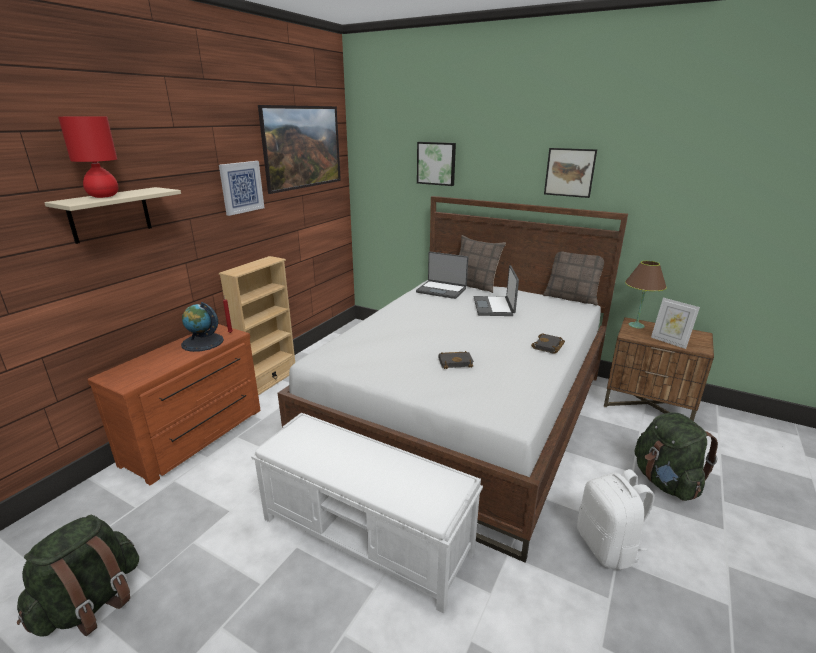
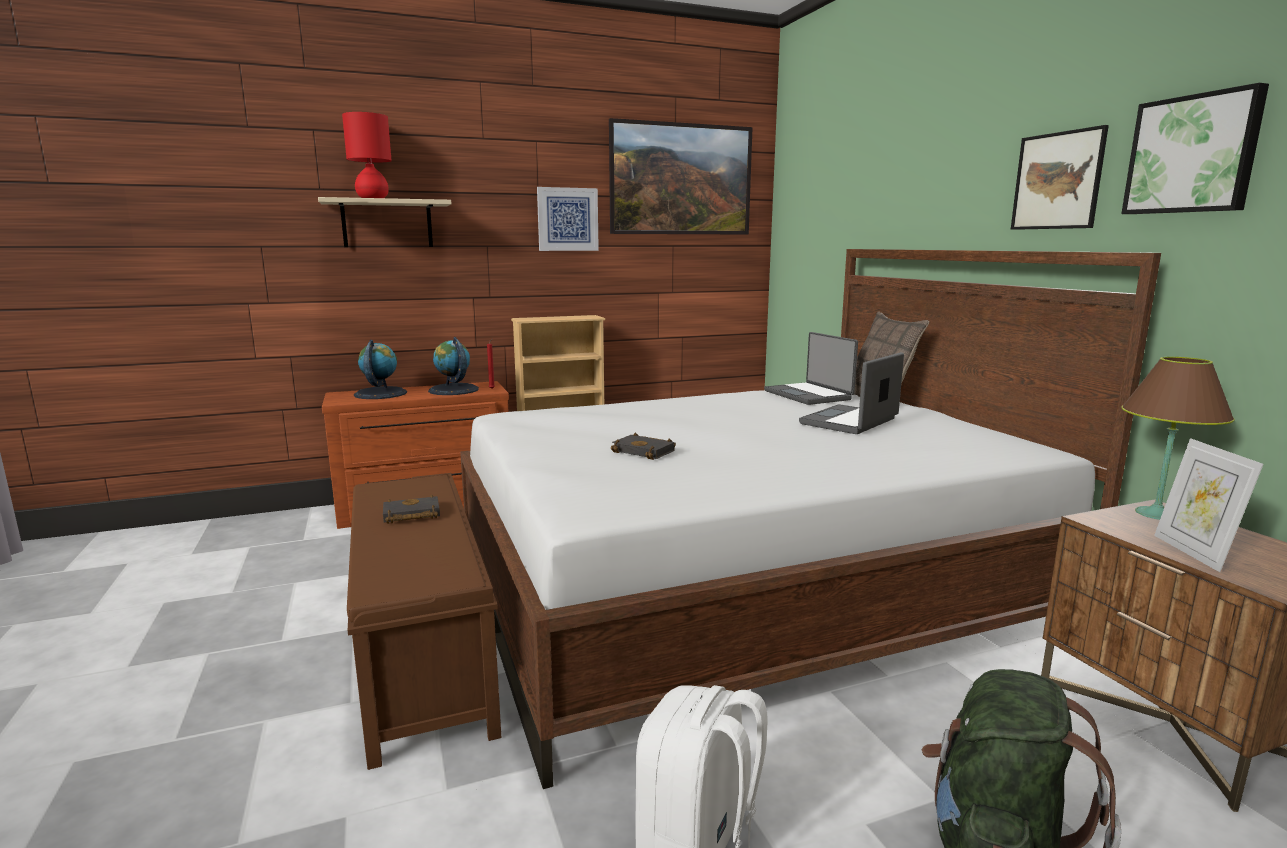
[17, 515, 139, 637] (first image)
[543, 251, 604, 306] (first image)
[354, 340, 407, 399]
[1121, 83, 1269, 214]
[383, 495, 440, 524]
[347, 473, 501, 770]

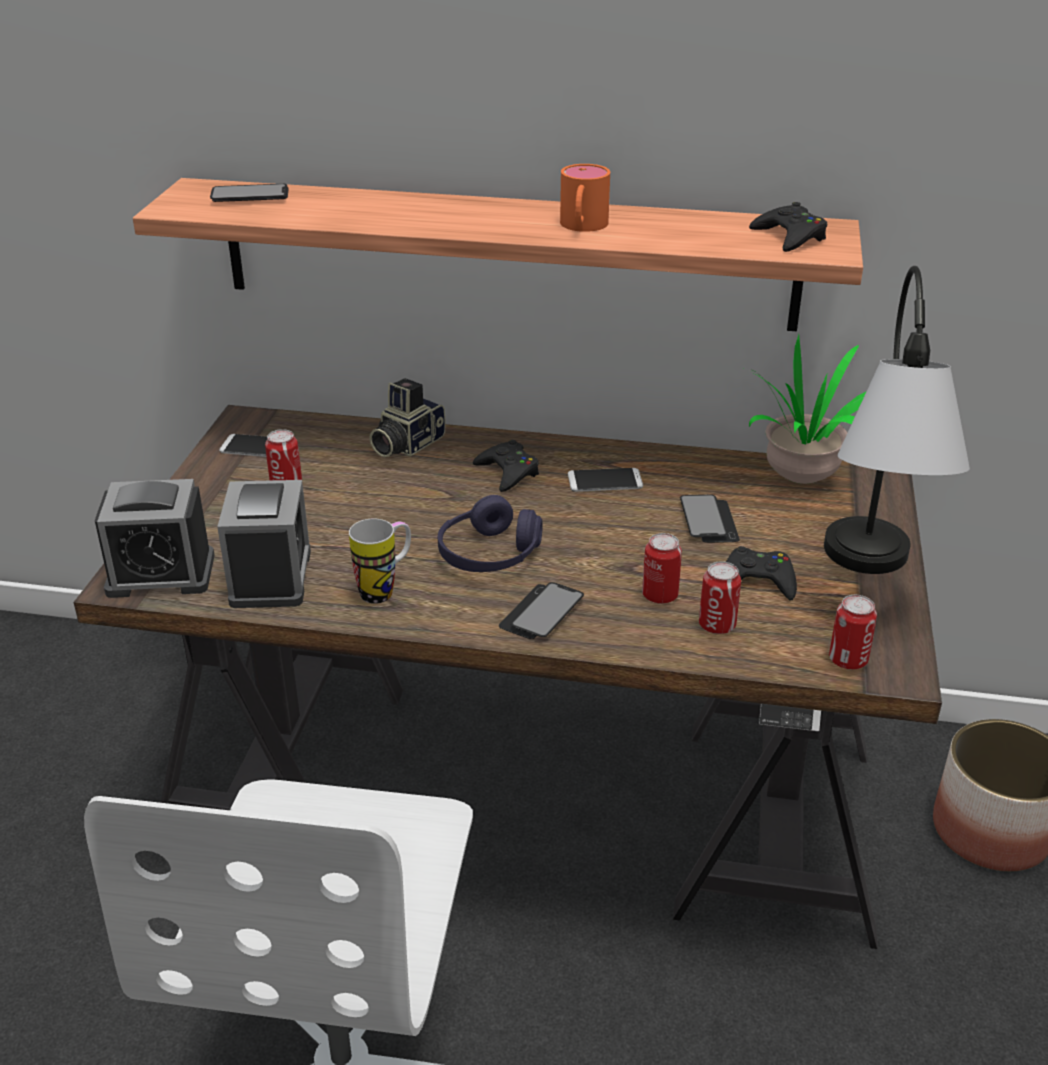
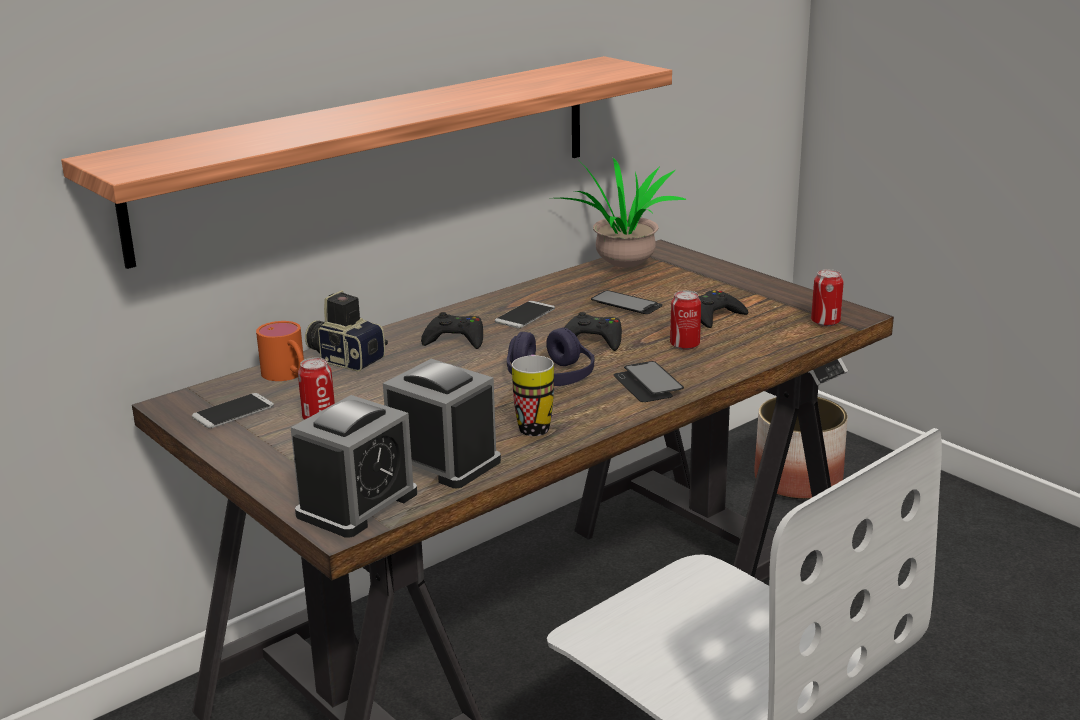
[210, 184, 289, 202] (first image)
[699, 561, 741, 634] (first image)
[824, 266, 970, 574] (first image)
[256, 321, 304, 381]
[564, 312, 622, 351]
[305, 290, 388, 372]

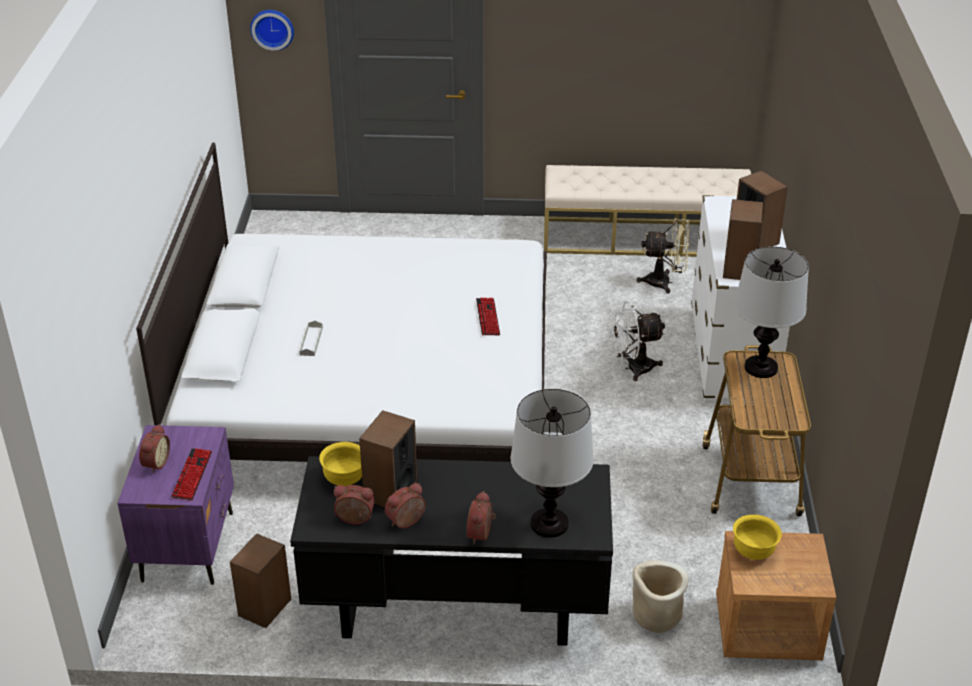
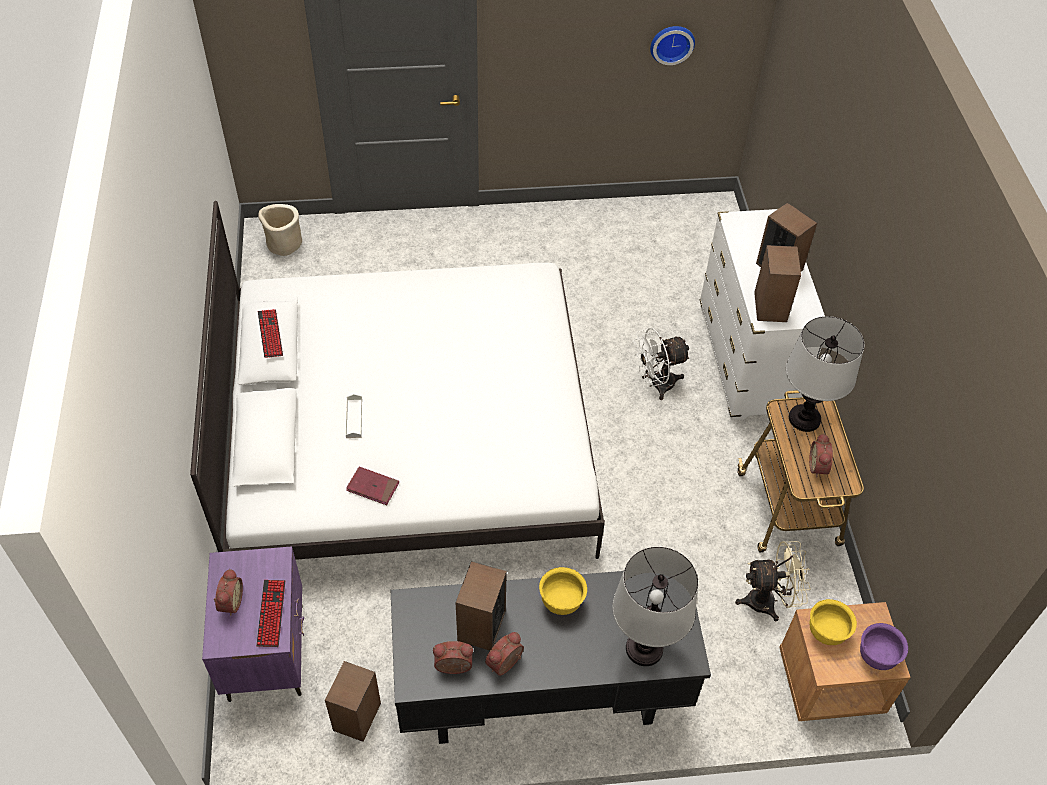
[544, 165, 751, 257] (first image)
[346, 466, 399, 505]
[860, 623, 908, 670]
[650, 26, 695, 65]
[539, 567, 587, 615]
[809, 433, 833, 478]
[258, 309, 283, 358]
[258, 204, 302, 256]
[735, 541, 811, 621]

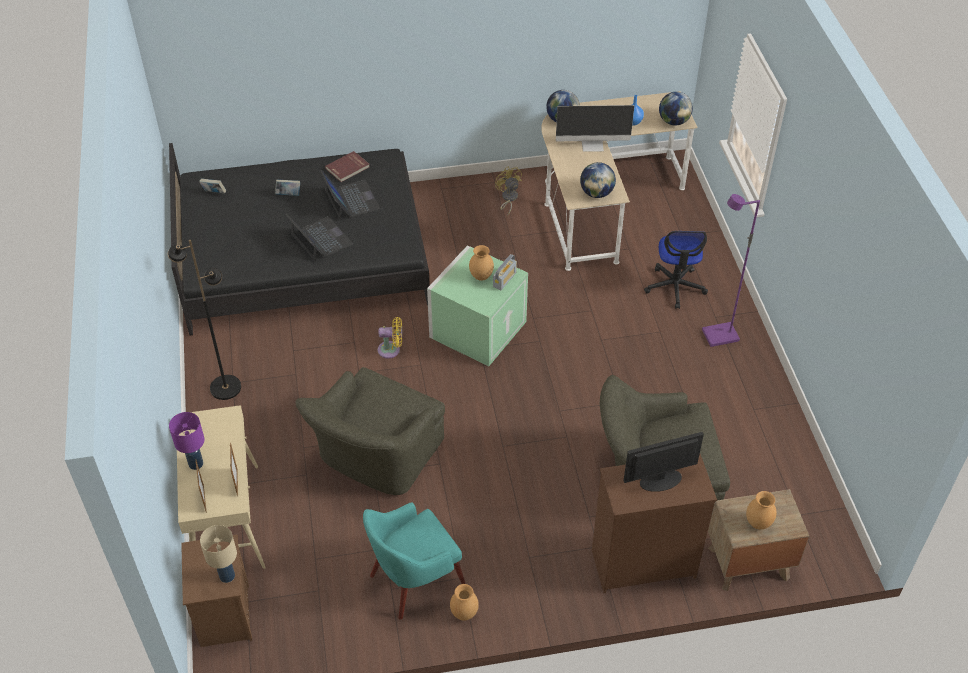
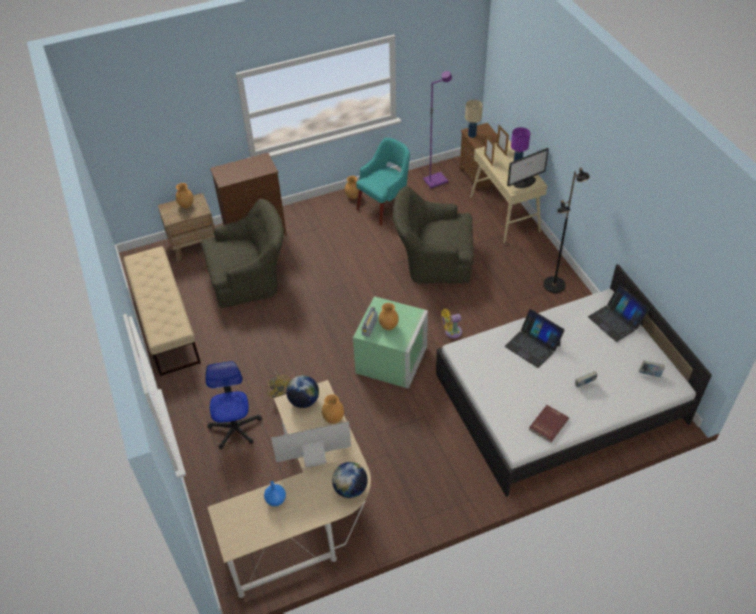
[659, 92, 693, 126] (first image)
[123, 246, 201, 376]
[322, 394, 344, 424]
[588, 285, 650, 342]
[267, 370, 291, 398]
[507, 148, 549, 188]
[423, 71, 452, 188]
[436, 264, 712, 497]
[393, 186, 473, 284]

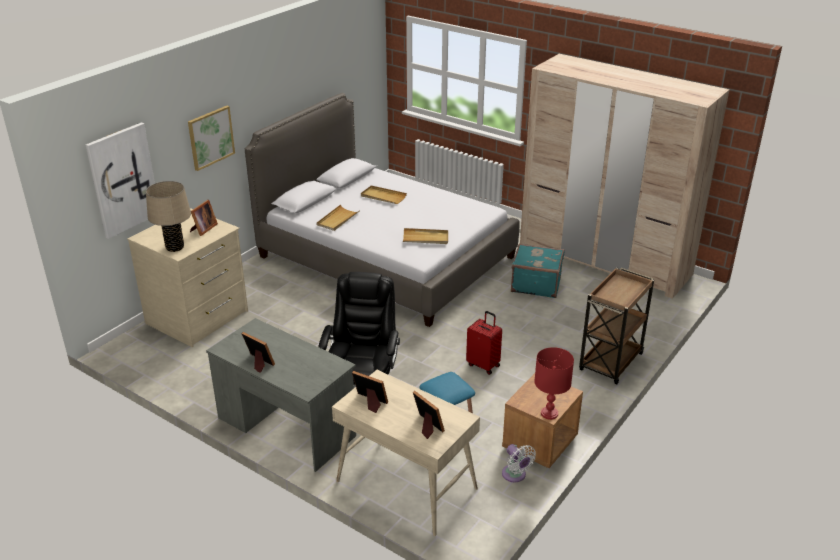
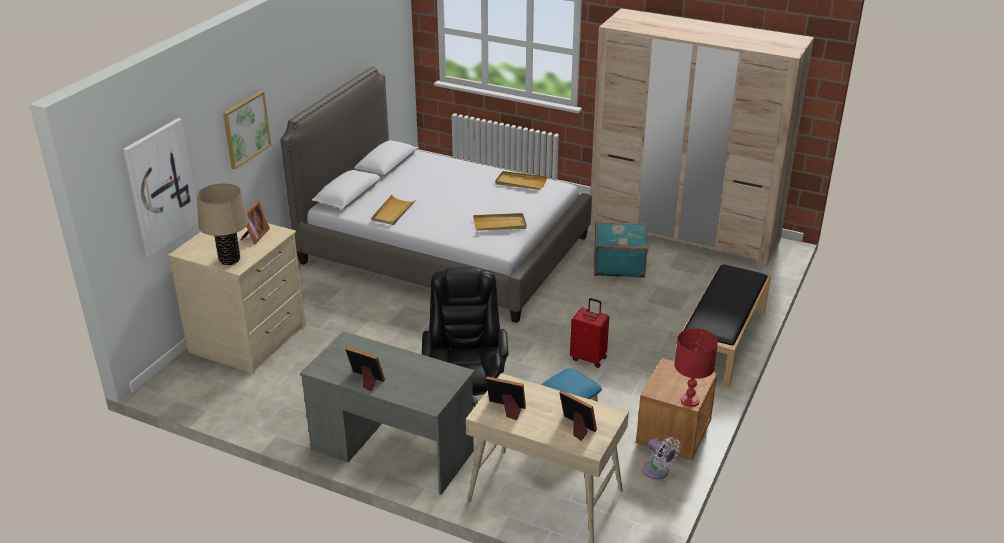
[495, 171, 547, 190]
[682, 264, 771, 388]

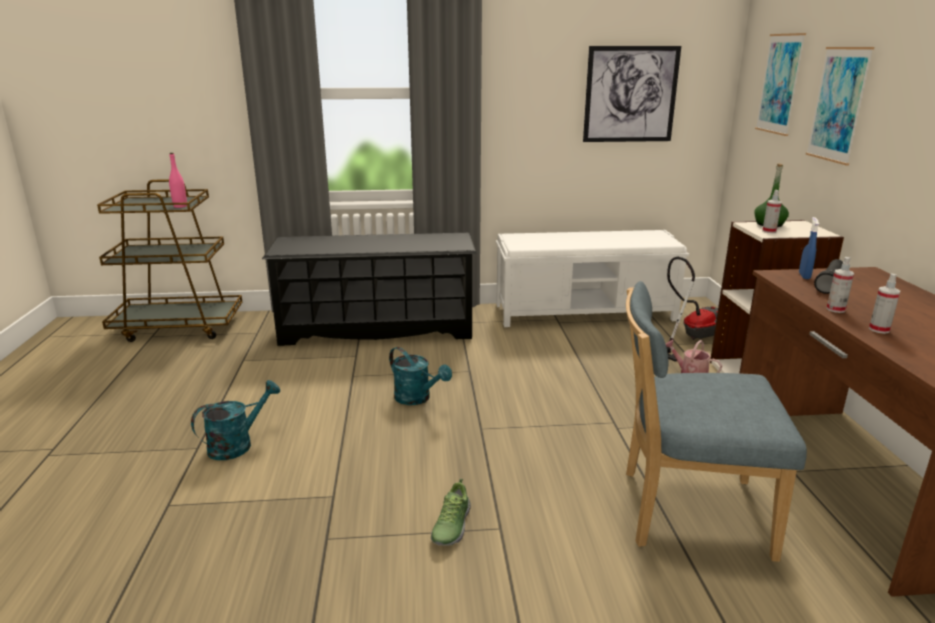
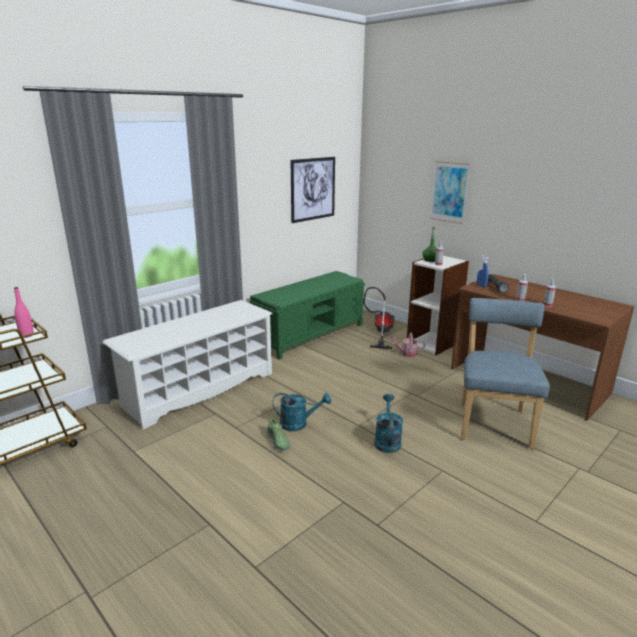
[755, 33, 806, 136] (first image)
[375, 394, 403, 453]
[266, 417, 290, 451]
[102, 300, 273, 430]
[249, 271, 365, 360]
[461, 298, 550, 449]

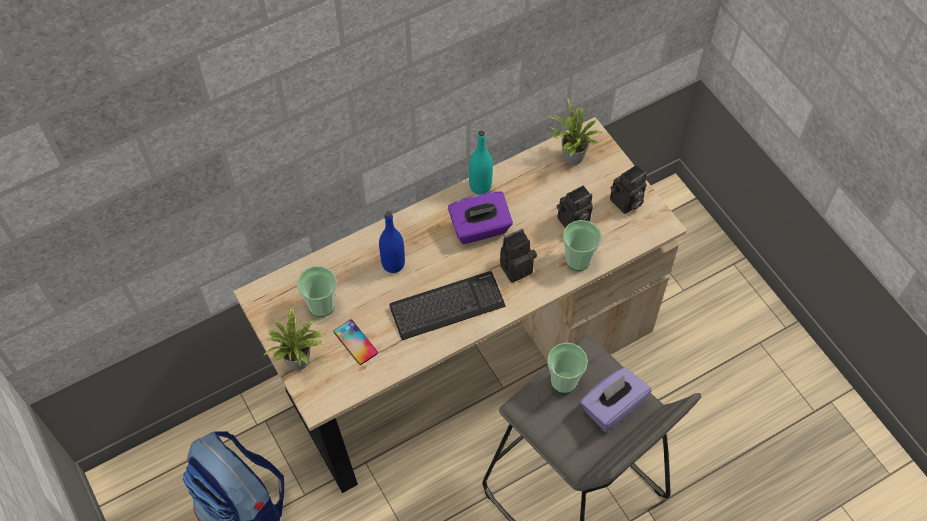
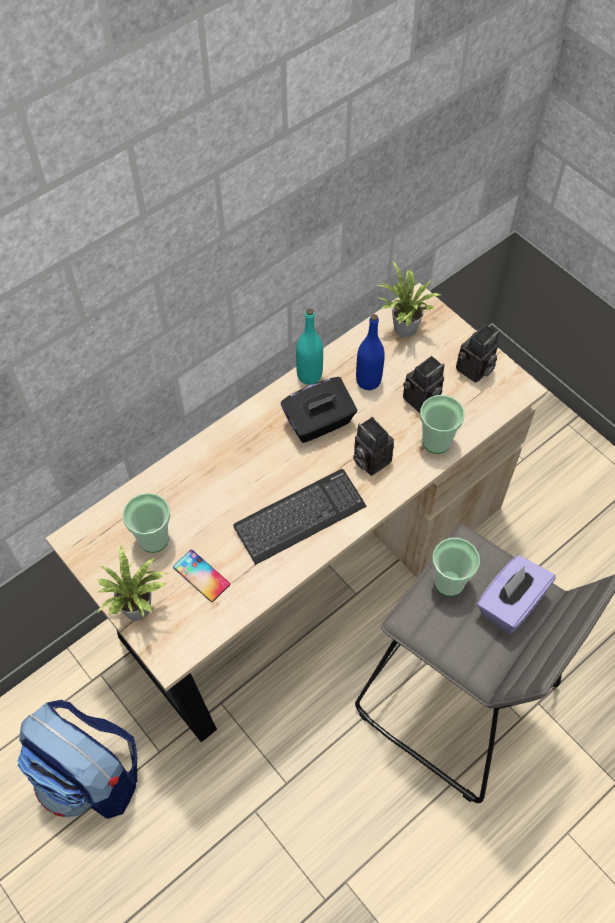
[356, 314, 385, 390]
[281, 377, 357, 443]
[353, 417, 394, 476]

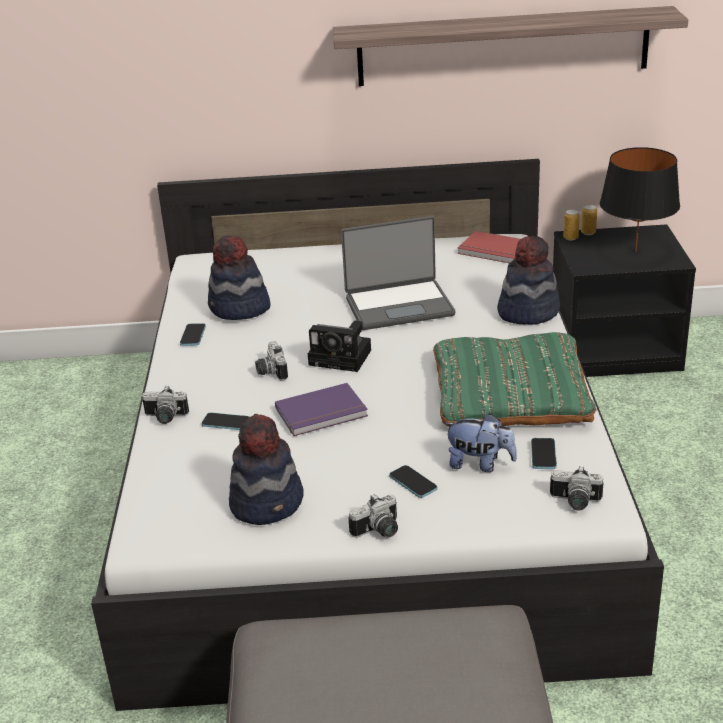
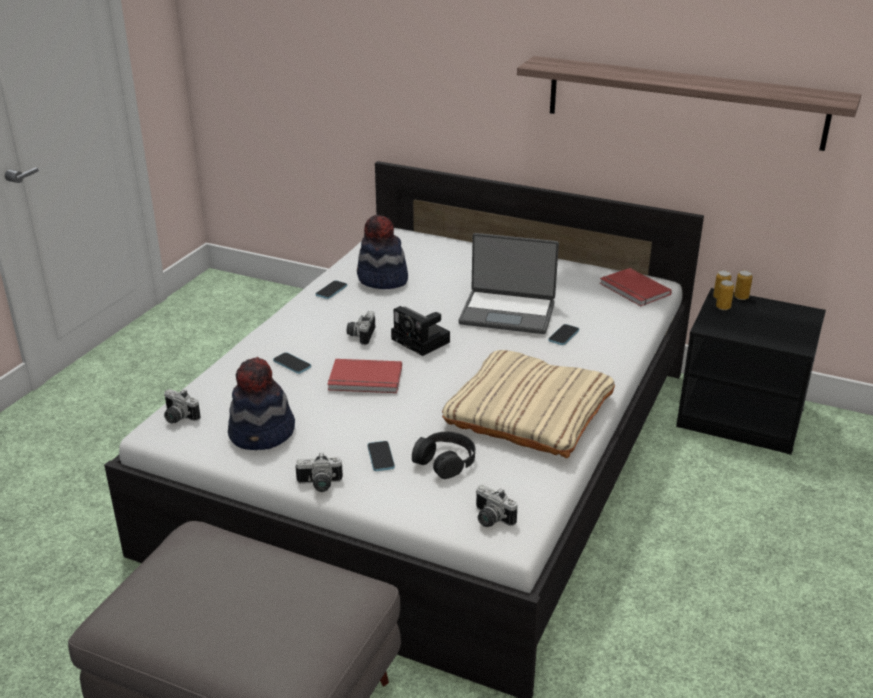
[497, 236, 560, 325] (first image)
[600, 147, 680, 252] (first image)
[716, 280, 735, 310]
[164, 389, 201, 423]
[548, 324, 579, 345]
[412, 432, 475, 479]
[327, 359, 402, 393]
[442, 350, 615, 458]

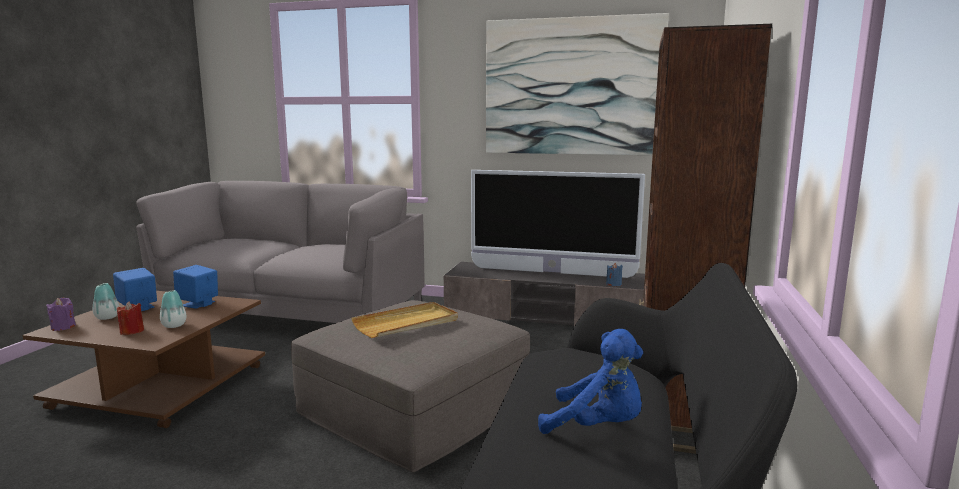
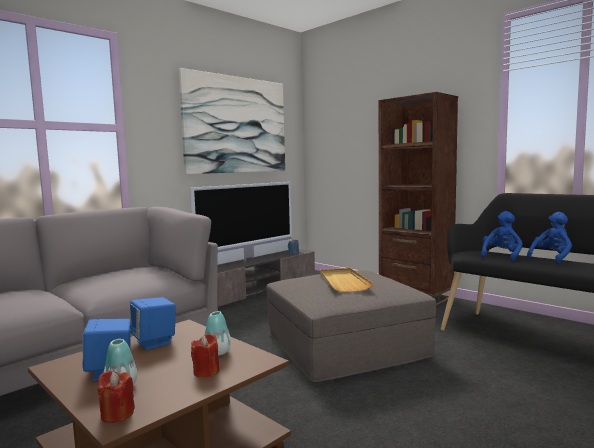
[481, 211, 523, 261]
[98, 371, 135, 423]

